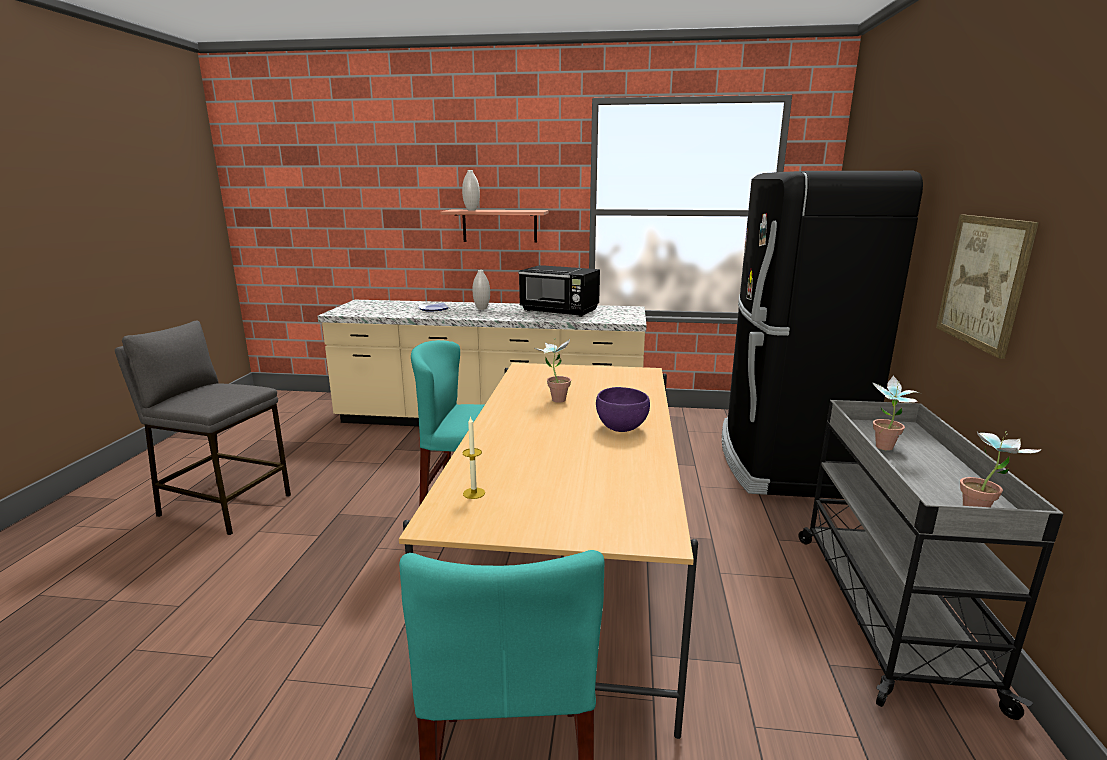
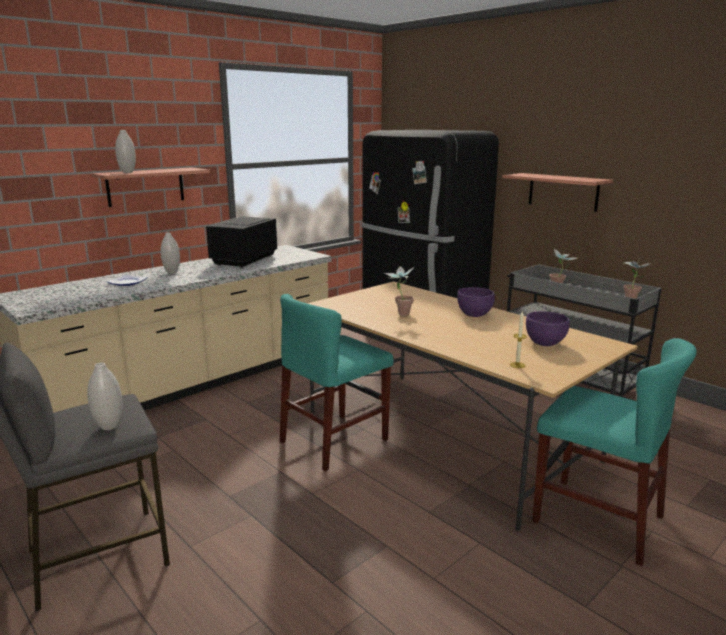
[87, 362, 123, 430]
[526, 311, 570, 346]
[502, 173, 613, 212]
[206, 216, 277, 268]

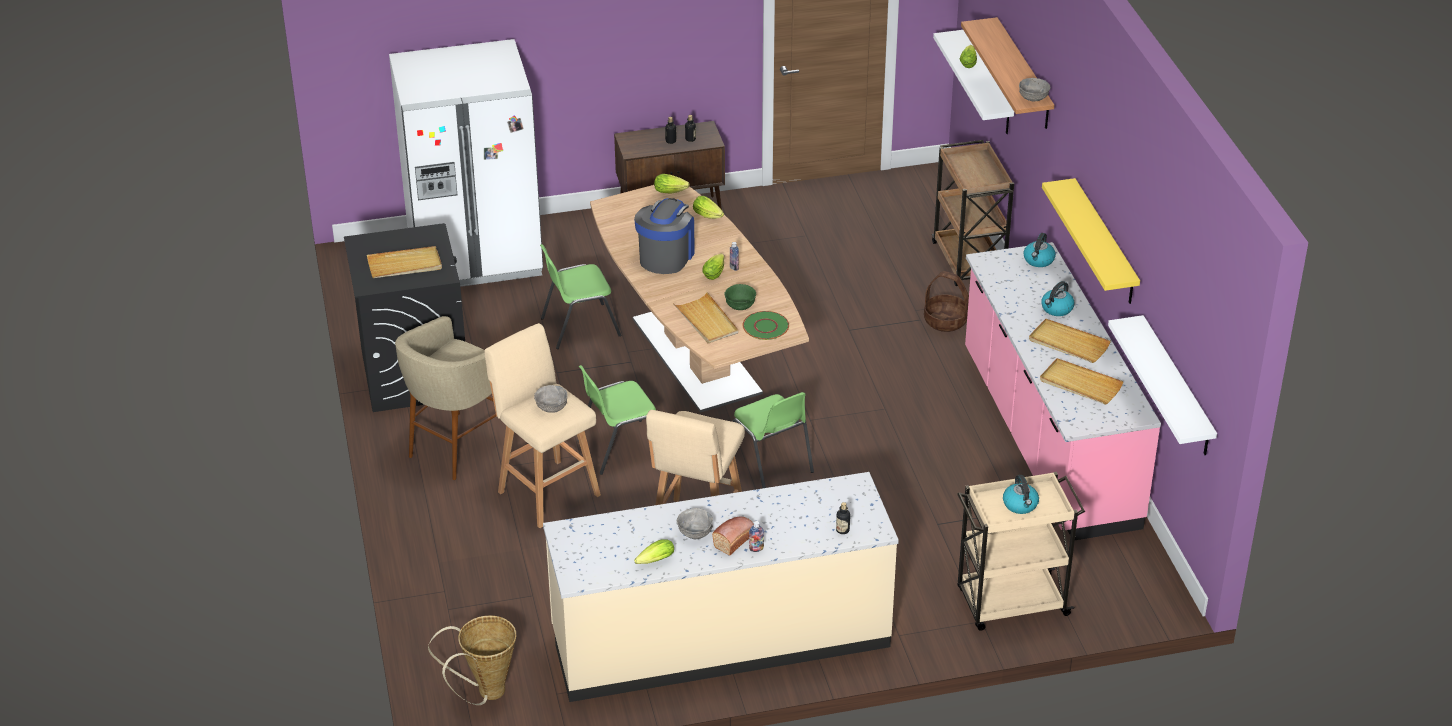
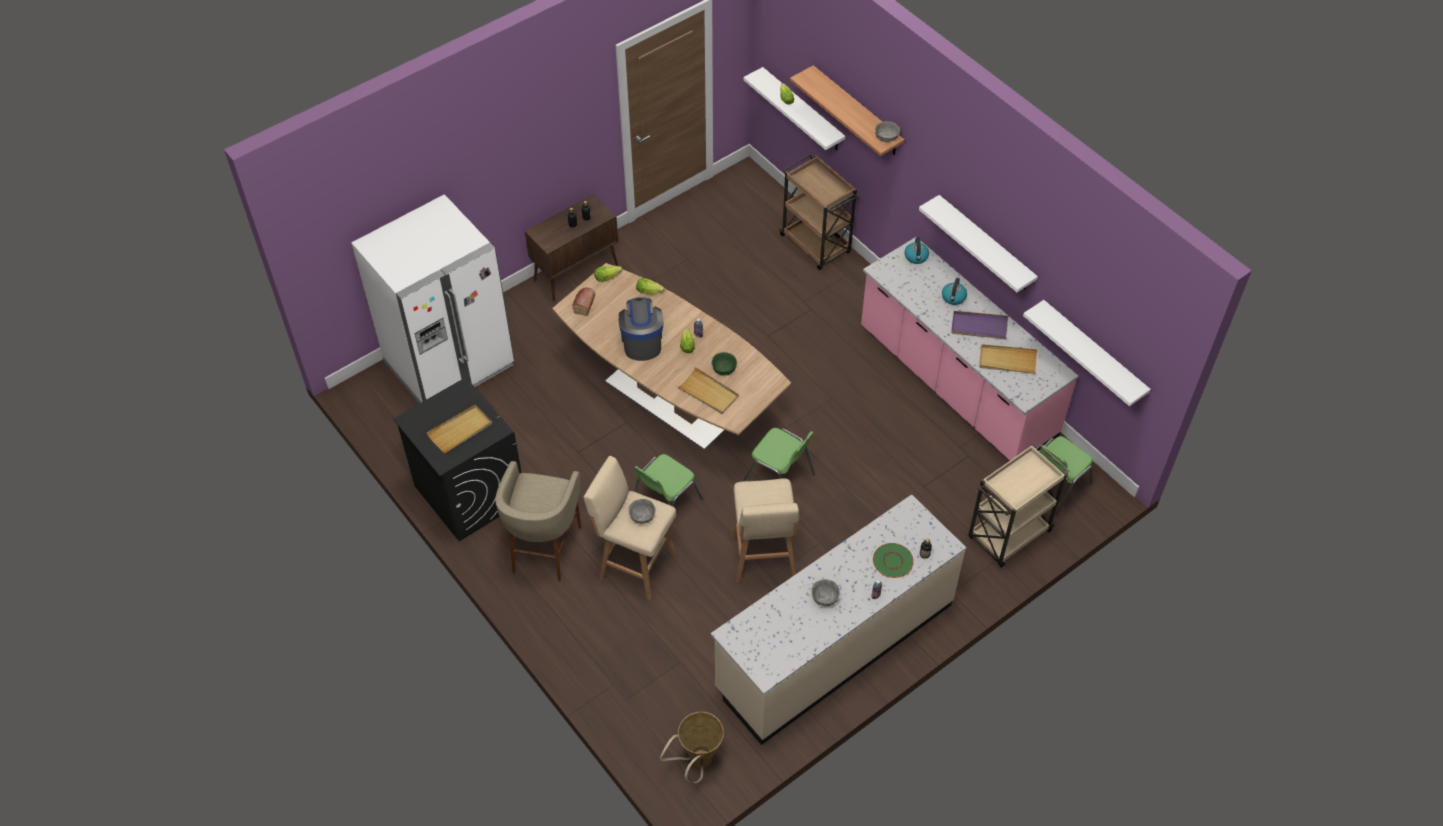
[634, 539, 674, 564] (first image)
[924, 271, 969, 332] (first image)
[1003, 475, 1039, 514] (first image)
[1039, 436, 1093, 516]
[572, 288, 595, 316]
[873, 543, 914, 578]
[951, 311, 1009, 340]
[919, 195, 1038, 292]

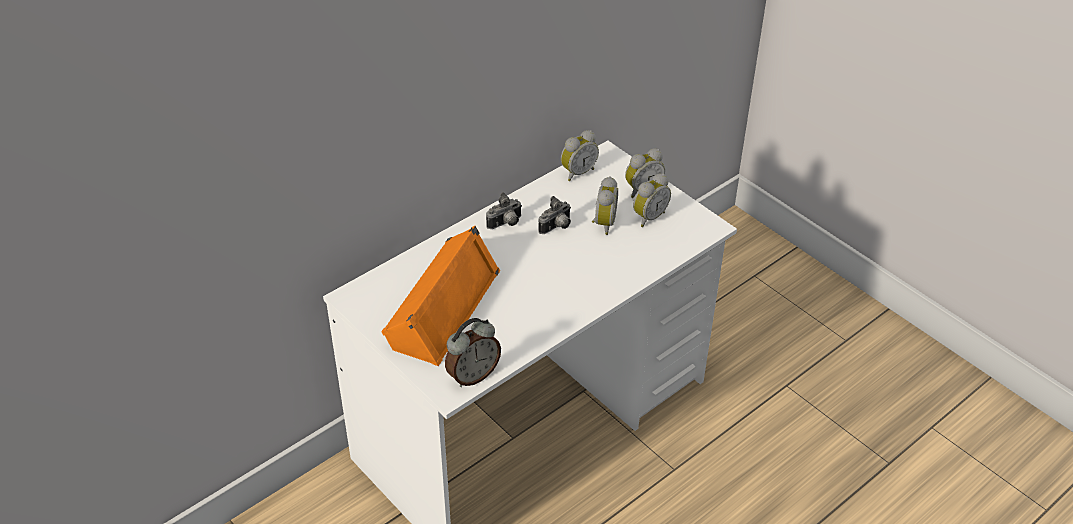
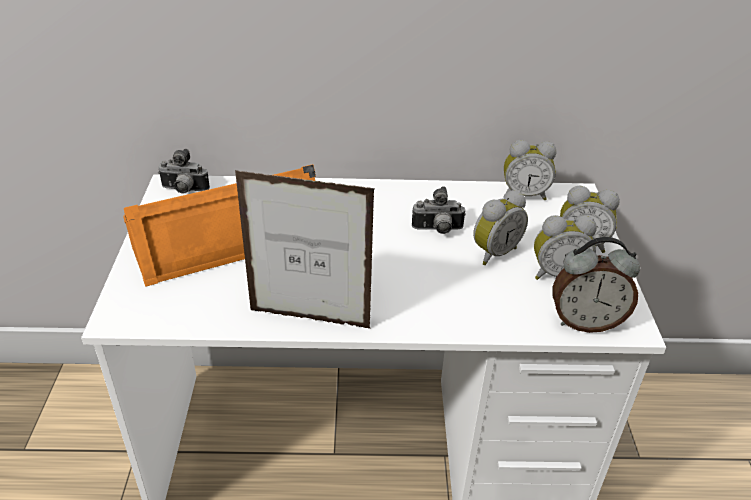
[235, 170, 375, 329]
[553, 237, 640, 333]
[158, 149, 210, 194]

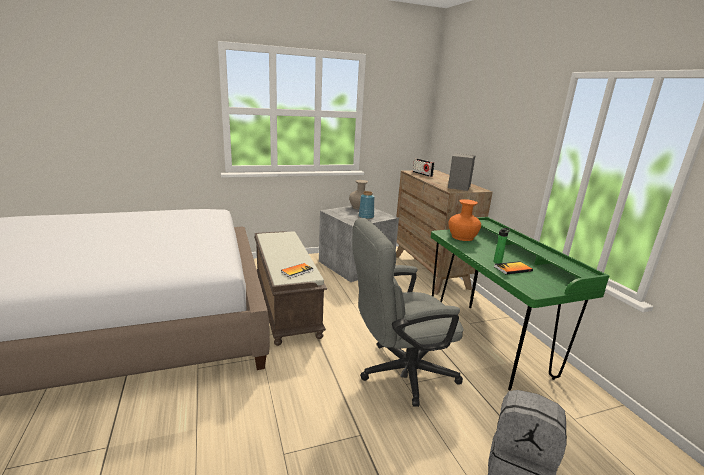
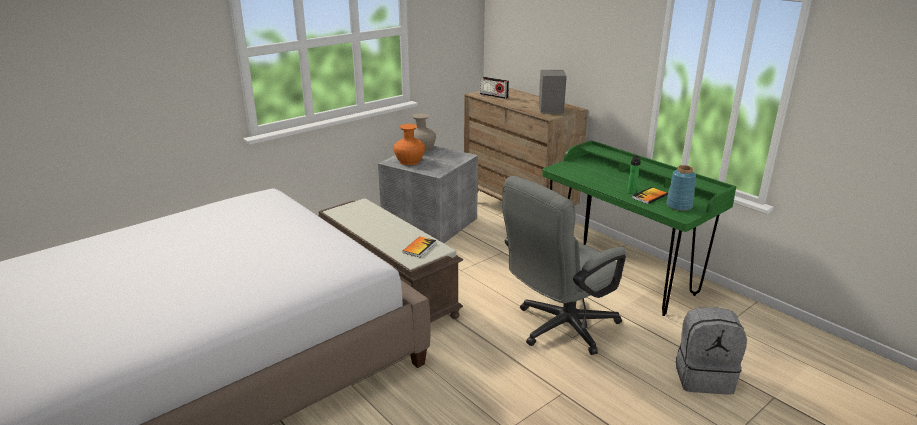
[666, 165, 696, 211]
[393, 124, 425, 165]

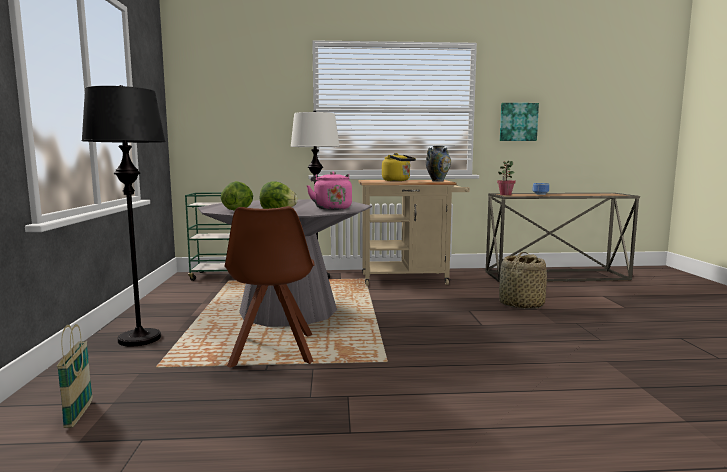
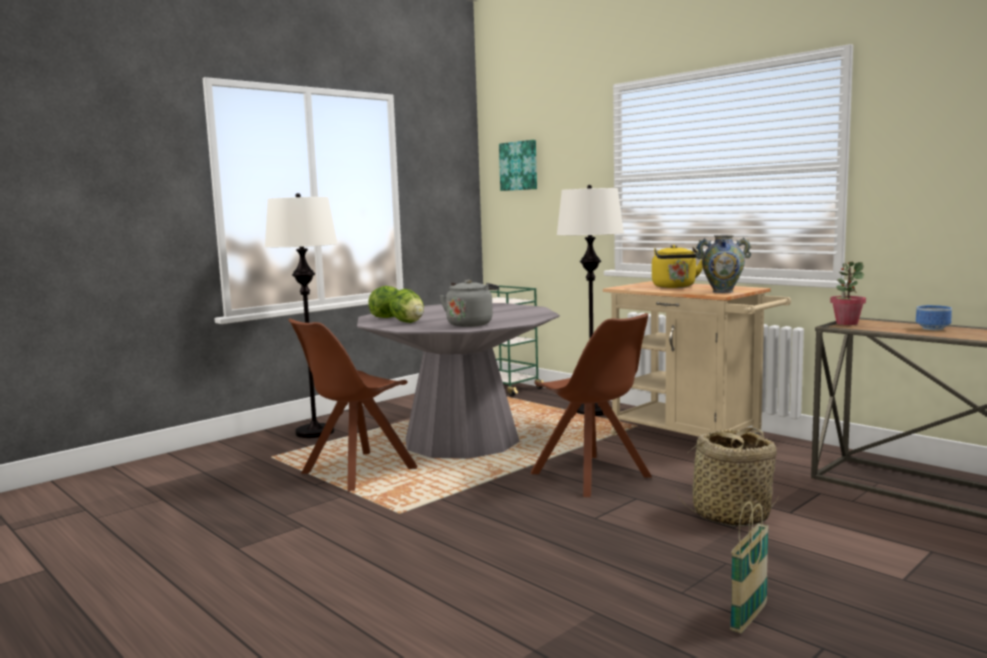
[531, 313, 652, 497]
[730, 501, 769, 633]
[499, 140, 537, 191]
[265, 193, 338, 438]
[440, 279, 499, 327]

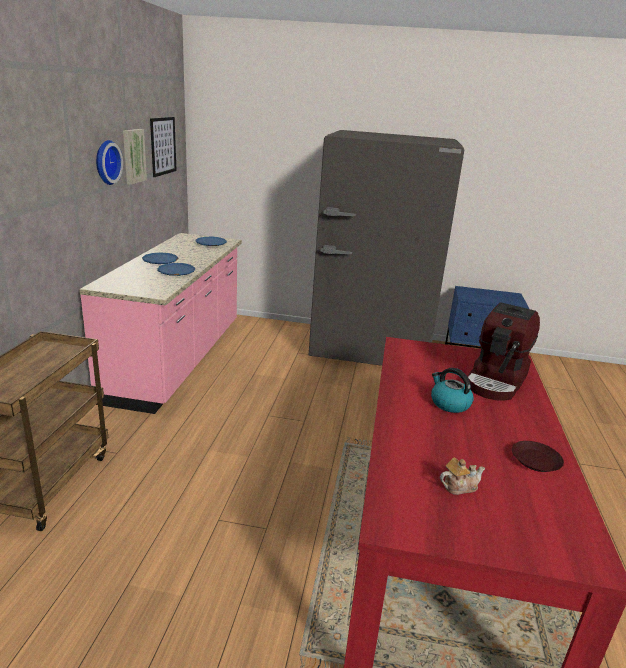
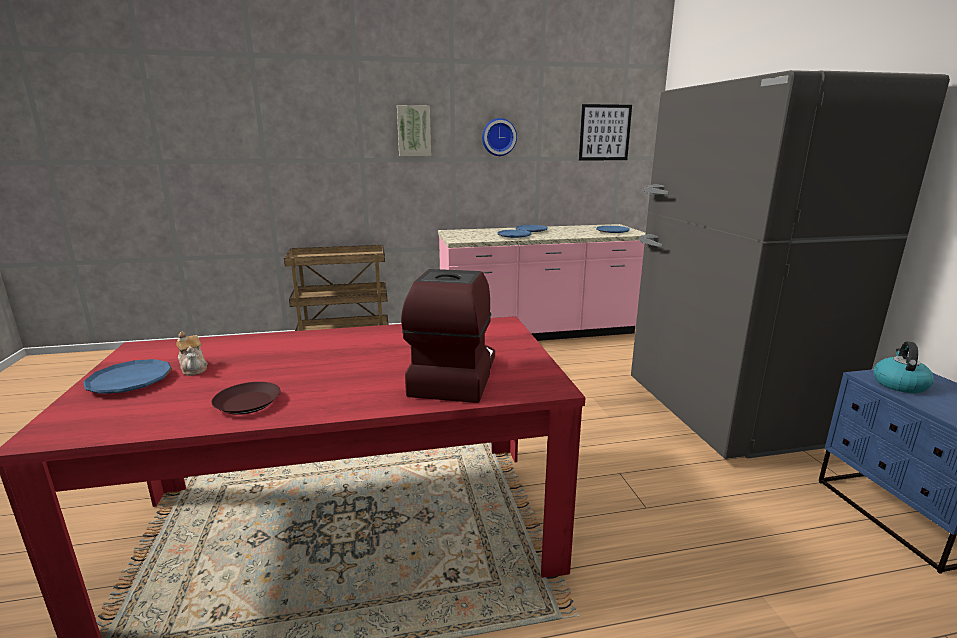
[84, 359, 172, 394]
[397, 105, 431, 156]
[874, 341, 934, 393]
[401, 269, 495, 403]

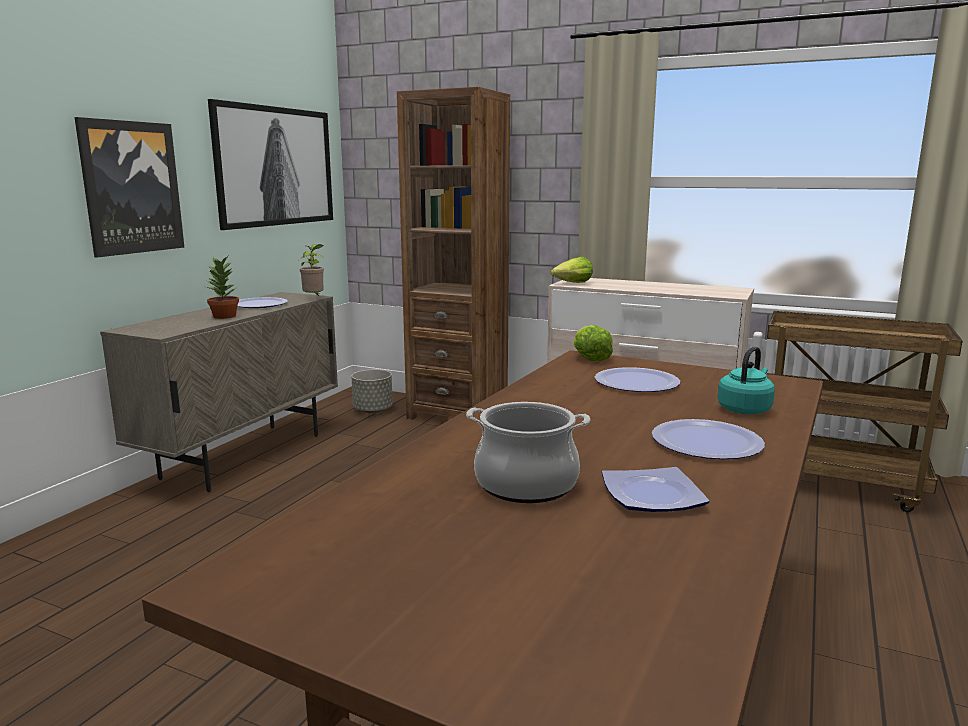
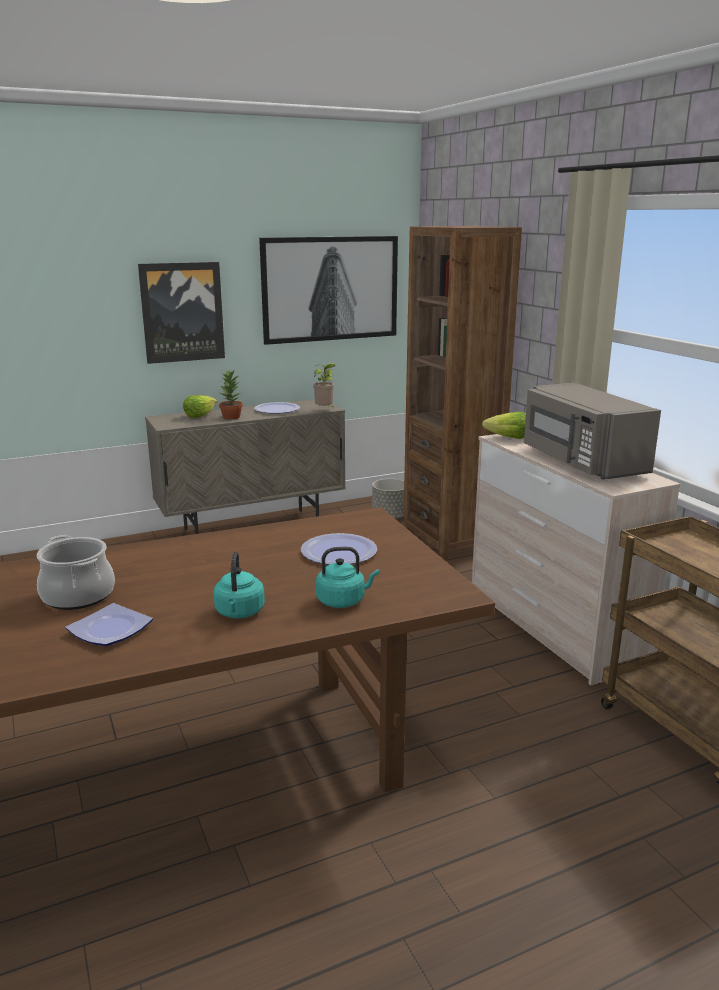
[524, 383, 661, 479]
[183, 395, 217, 418]
[214, 551, 265, 618]

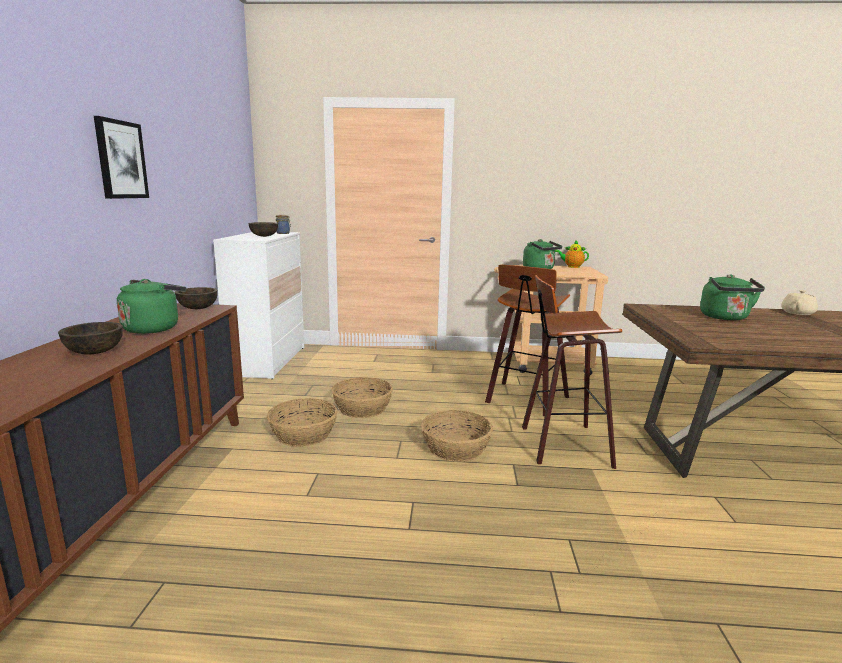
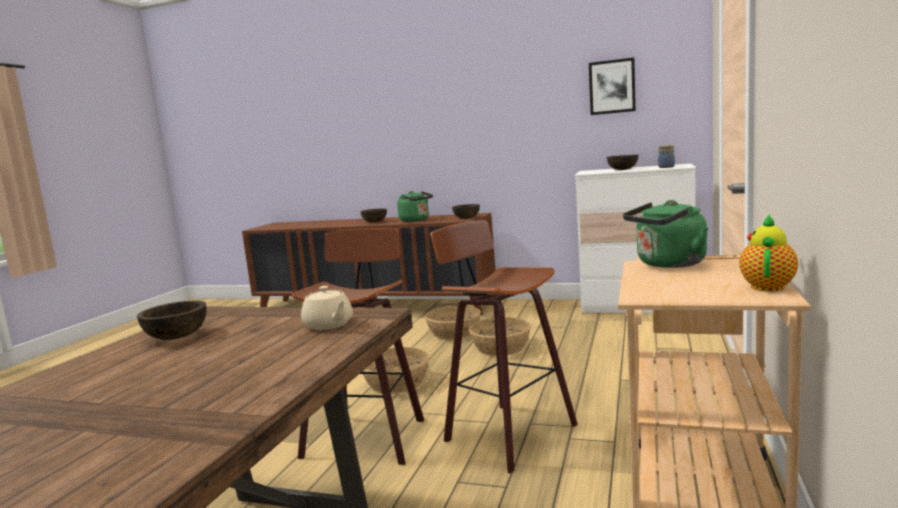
[700, 274, 765, 320] (first image)
[137, 301, 207, 340]
[589, 57, 636, 115]
[301, 286, 353, 330]

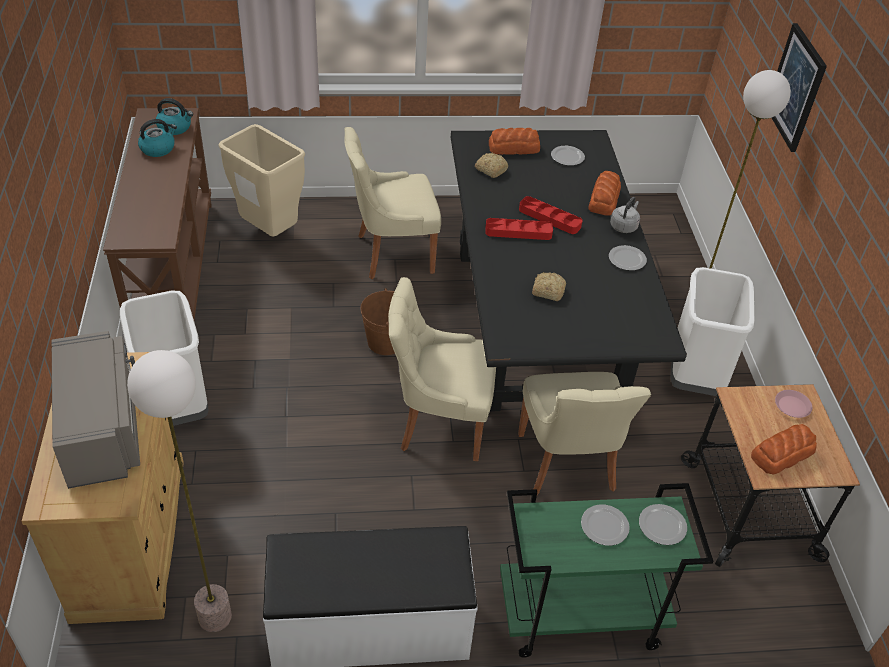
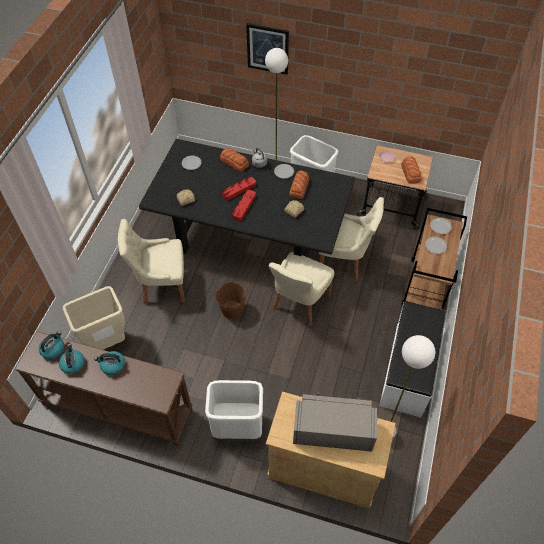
[94, 351, 125, 375]
[289, 170, 310, 199]
[402, 208, 467, 310]
[118, 219, 185, 305]

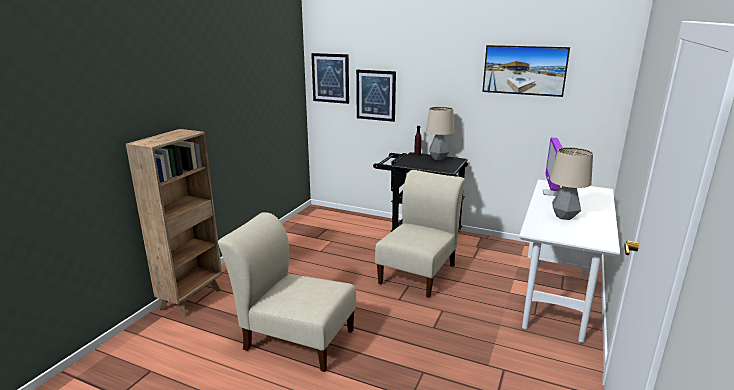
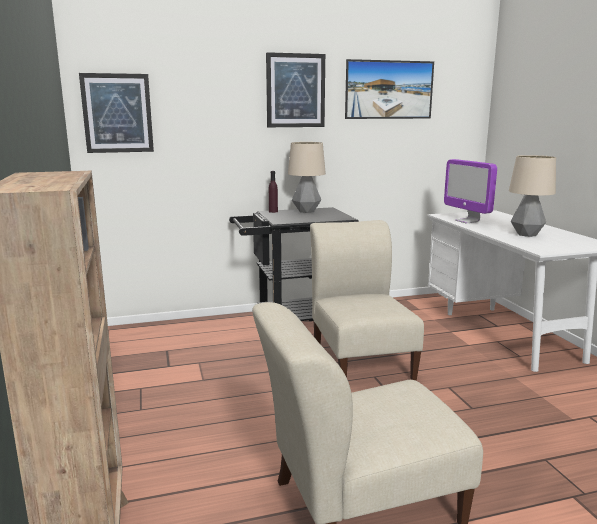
[266, 52, 325, 127]

